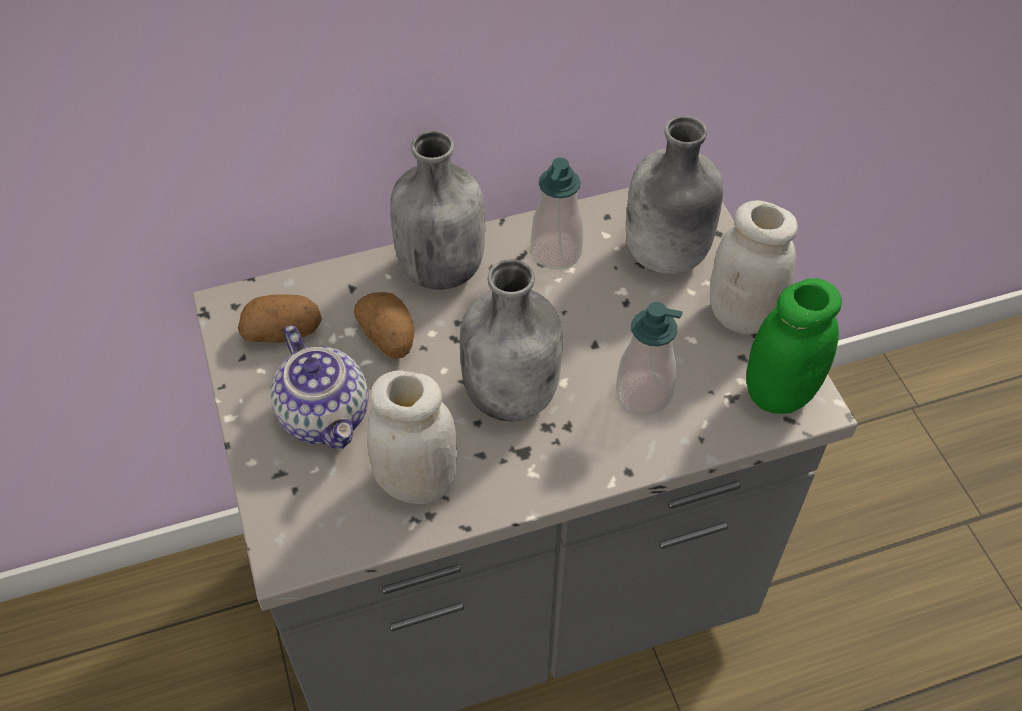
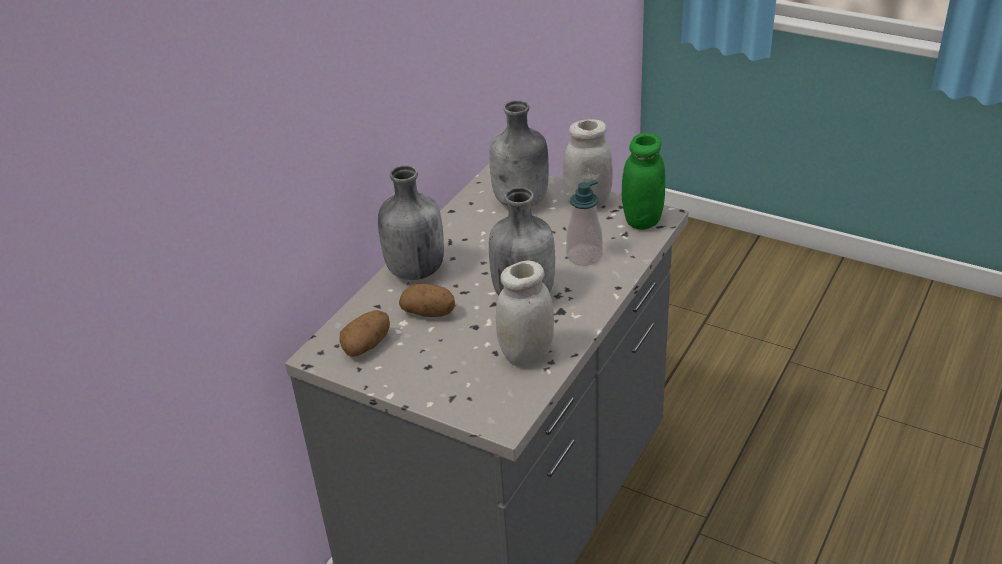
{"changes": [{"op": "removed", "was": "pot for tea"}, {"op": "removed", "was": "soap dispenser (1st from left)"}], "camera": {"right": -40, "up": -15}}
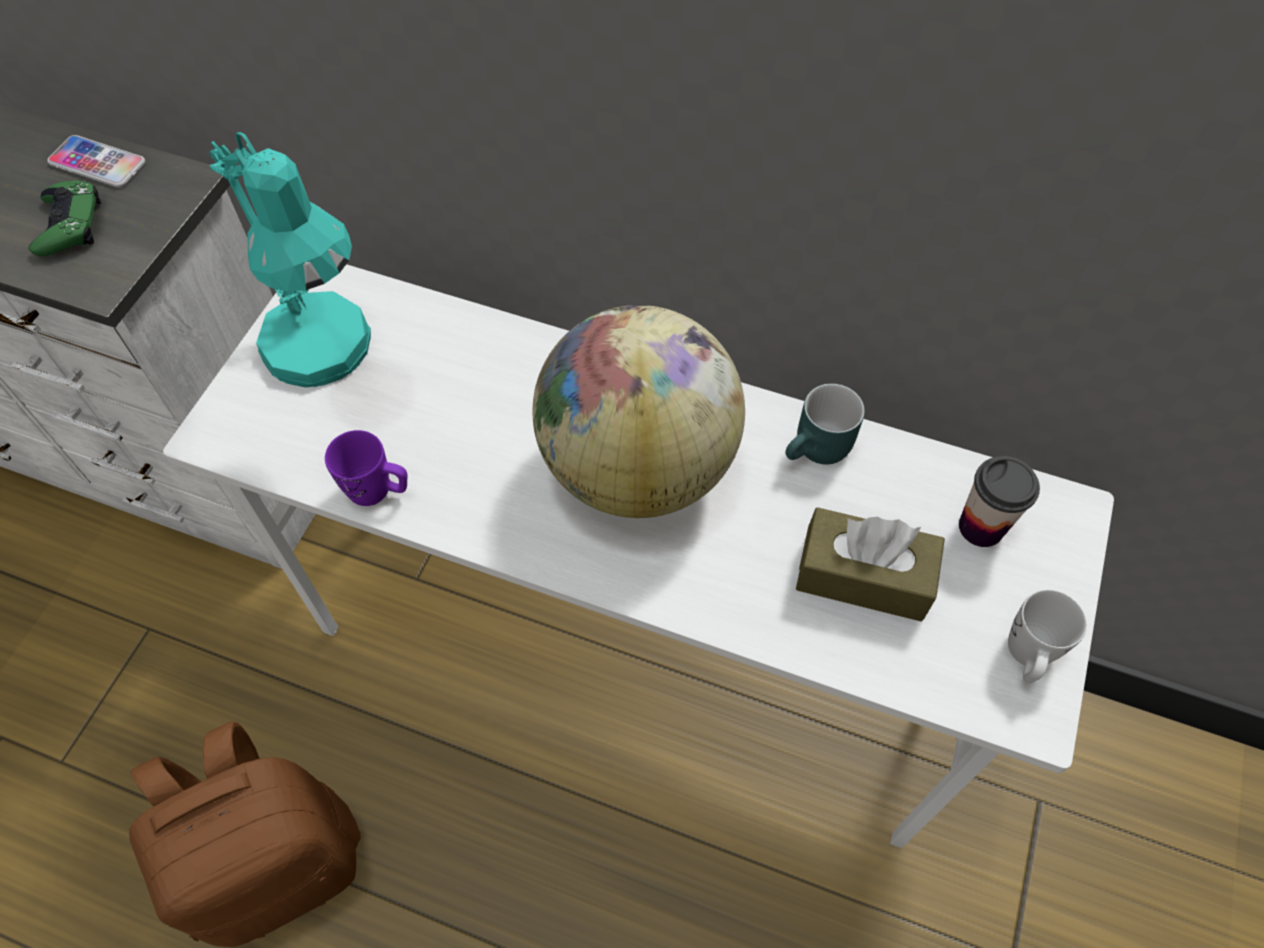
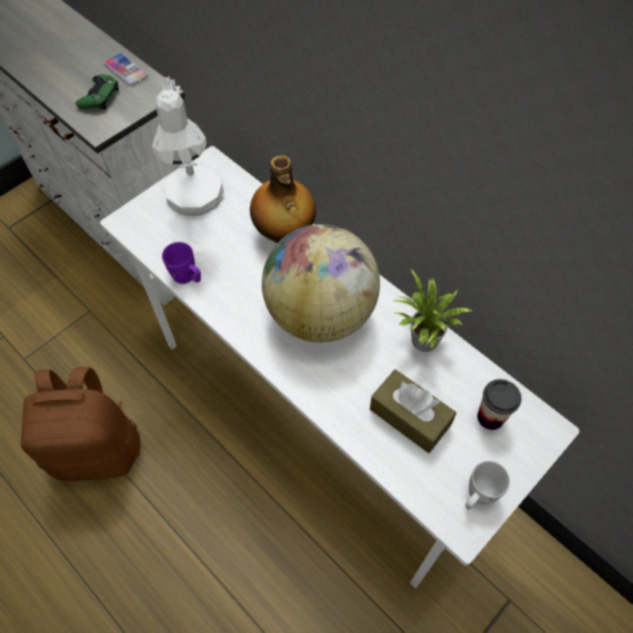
{"changes": [{"op": "added", "now": "bottle"}, {"op": "replaced", "was": "tea mug in turquoise", "now": "houseplant"}, {"op": "recoloured", "was": "lamp for a table in turquoise", "now": "lamp for a table in whitish"}], "camera": {"right": 25, "up": 0}}
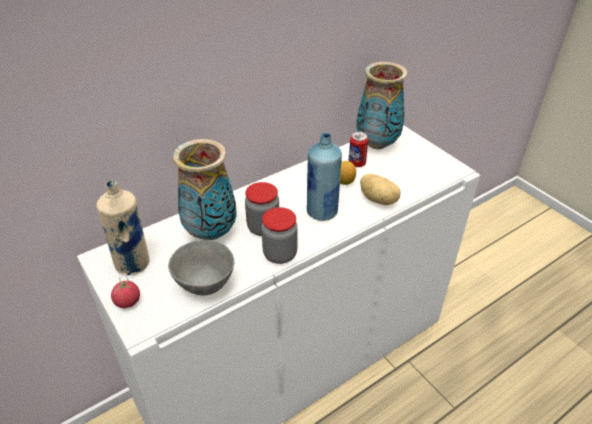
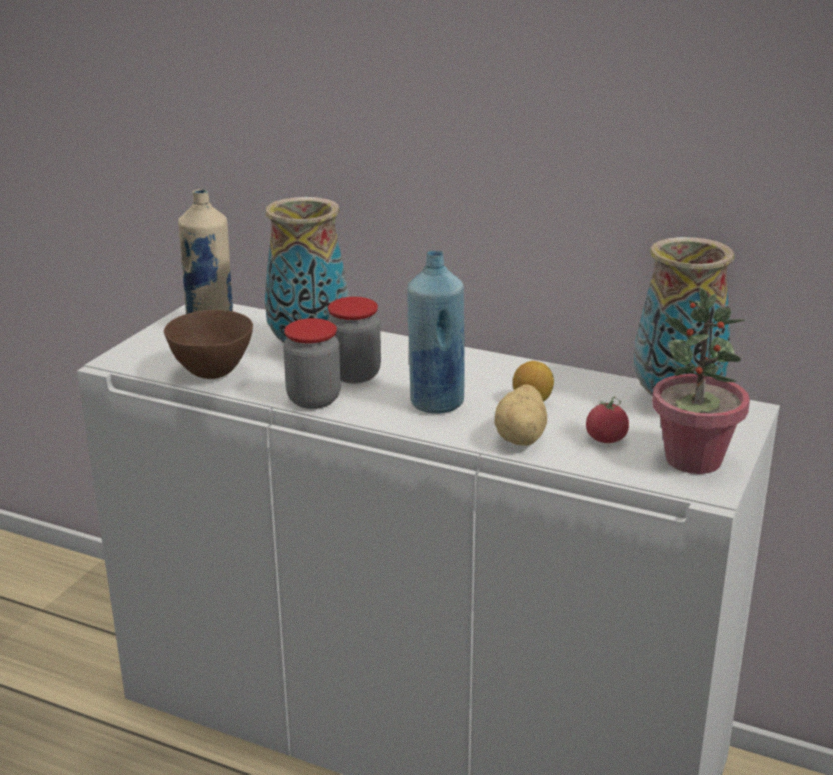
{"changes": [{"op": "removed", "was": "sealed can"}, {"op": "added", "now": "houseplant"}, {"op": "moved", "was": "whole tomato"}, {"op": "recoloured", "was": "deep dish in grey", "now": "deep dish in brownish"}], "camera": {"right": 60, "up": -15}}
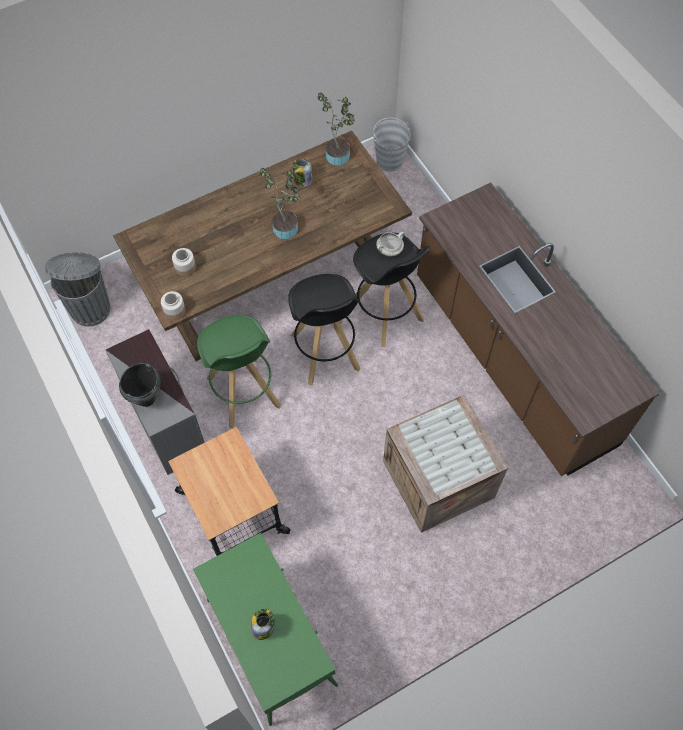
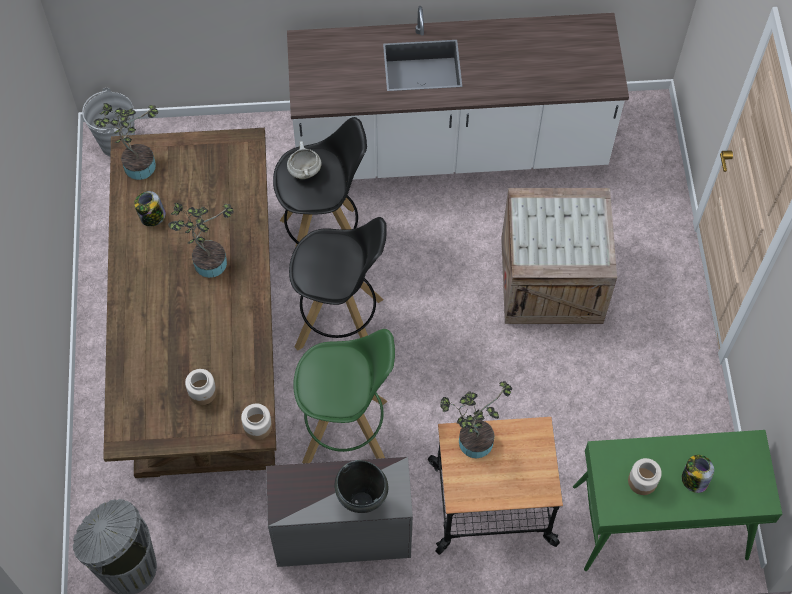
{"changes": [{"op": "added", "now": "houseplant (3rd from left)"}, {"op": "added", "now": "storage jar (4th from left)"}, {"op": "recoloured", "was": "kitchen counter in brownish", "now": "kitchen counter in whitish"}], "camera": {"right": -65, "up": 0}}
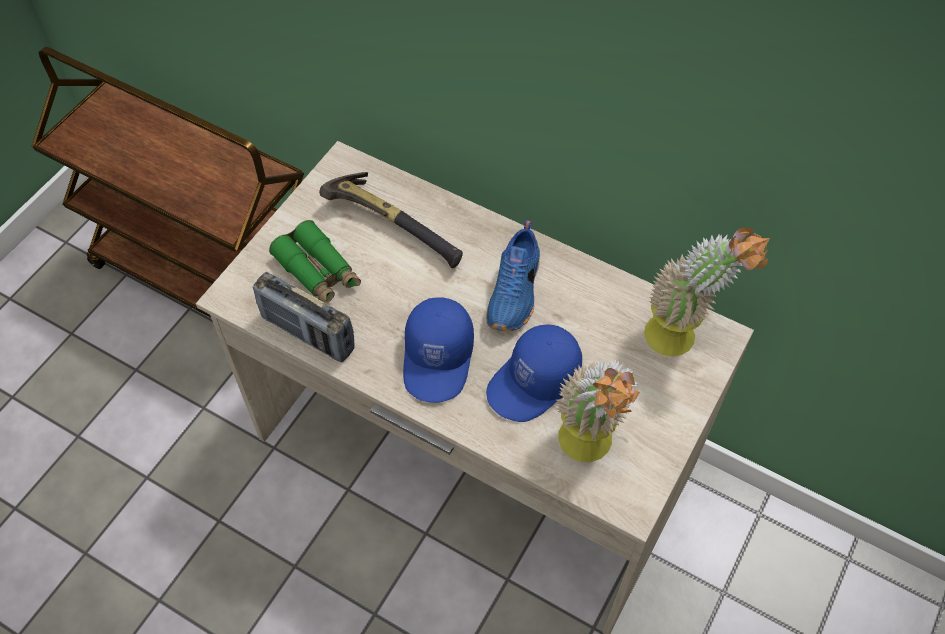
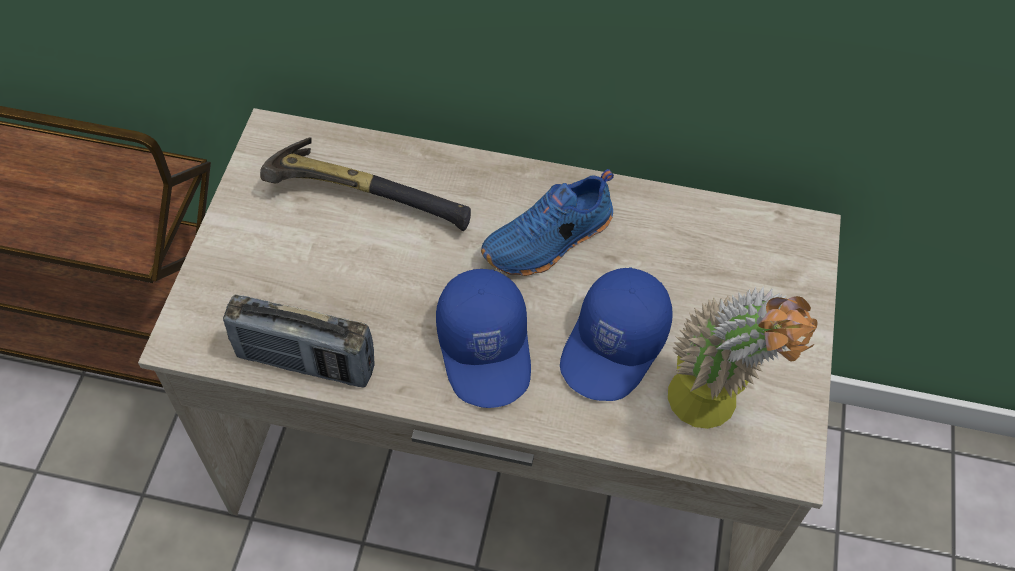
{"changes": [{"op": "removed", "was": "field glasses in green-coloured"}, {"op": "removed", "was": "houseplant (2nd from left)"}, {"op": "turned", "was": "low shoe in blue", "clockwise": 60}], "camera": {"right": -20, "up": 0}}
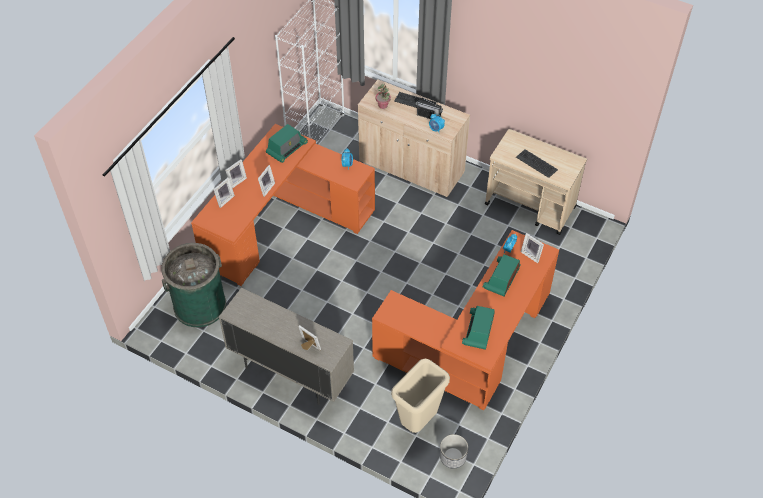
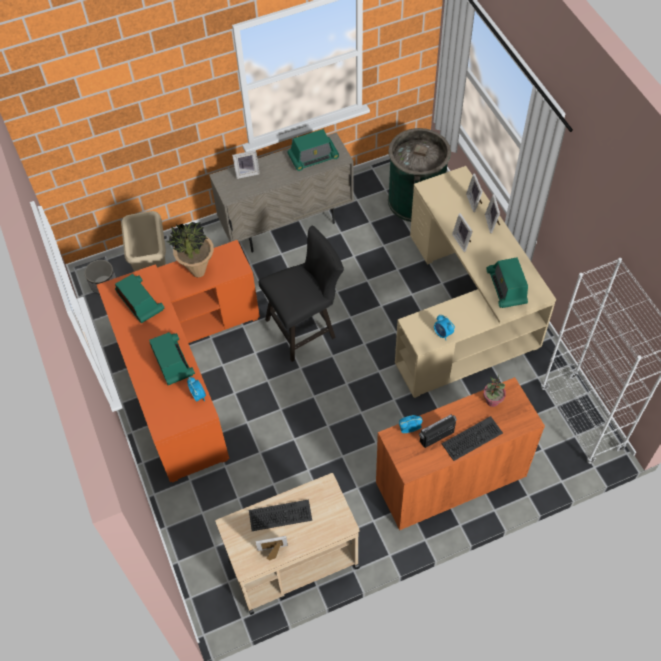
{"changes": [{"op": "added", "now": "houseplant (1st from left)"}, {"op": "added", "now": "plain chair in black-coloured"}, {"op": "added", "now": "radio receiver (3rd from left)"}, {"op": "moved", "was": "photo frame (5th from left in the first image)", "now": "photo frame (2nd from left)"}, {"op": "recoloured", "was": "desk table in orange-coloured (1st from left)", "now": "desk table in sand-coloured"}, {"op": "recoloured", "was": "storage cabinet in sand-coloured (2nd from left)", "now": "storage cabinet in orange-coloured"}], "camera": {"right": 130, "up": 5}}
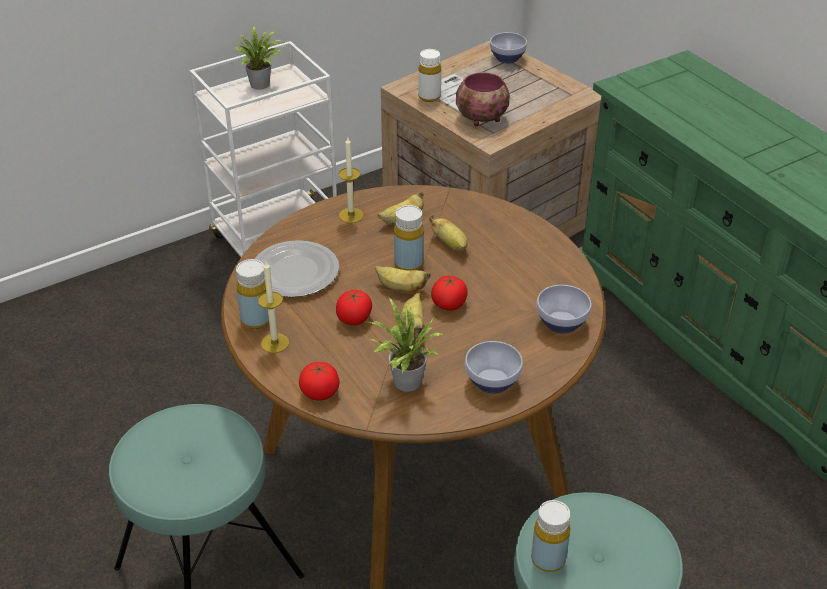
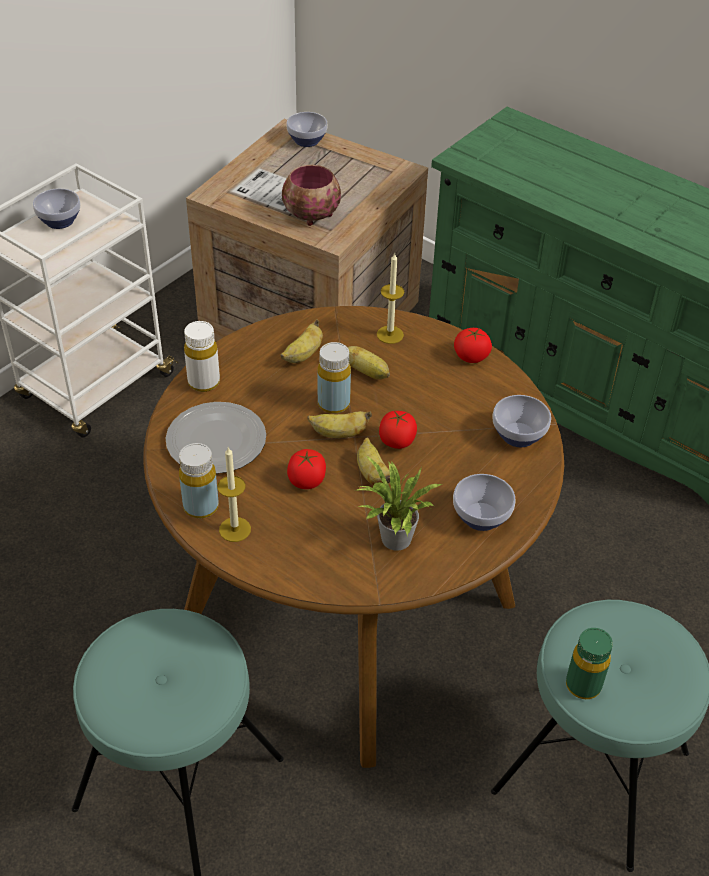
{"changes": [{"op": "moved", "was": "whole tomato (1st from left in the first image)", "now": "whole tomato (3rd from left)"}, {"op": "moved", "was": "candle (2nd from left)"}, {"op": "moved", "was": "bottle in whitish"}, {"op": "replaced", "was": "houseplant (1st from left)", "now": "deep dish (1st from left)"}, {"op": "recoloured", "was": "bottle in yellowish (3rd from left)", "now": "bottle in green-coloured"}], "camera": {"right": -20, "up": 5}}
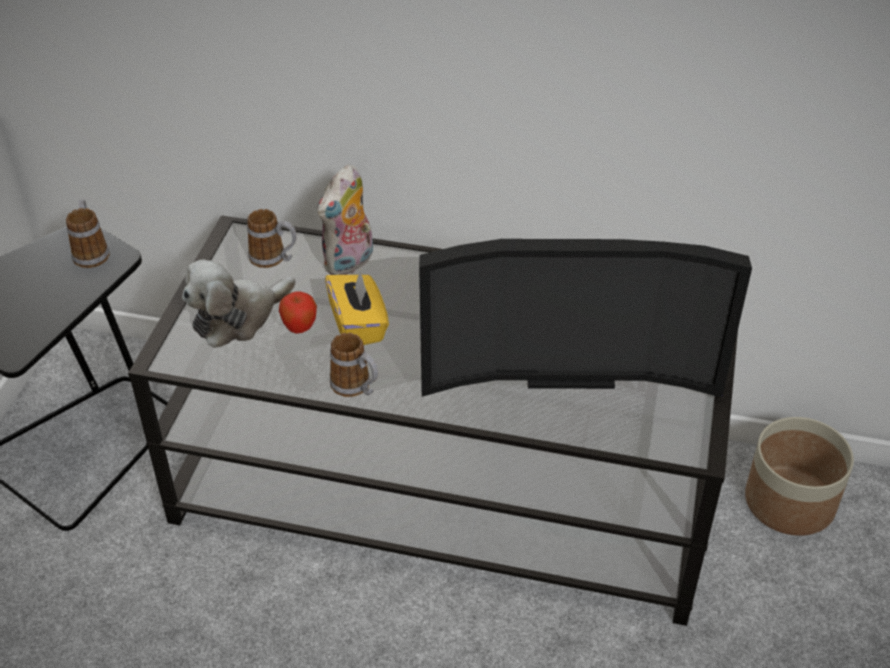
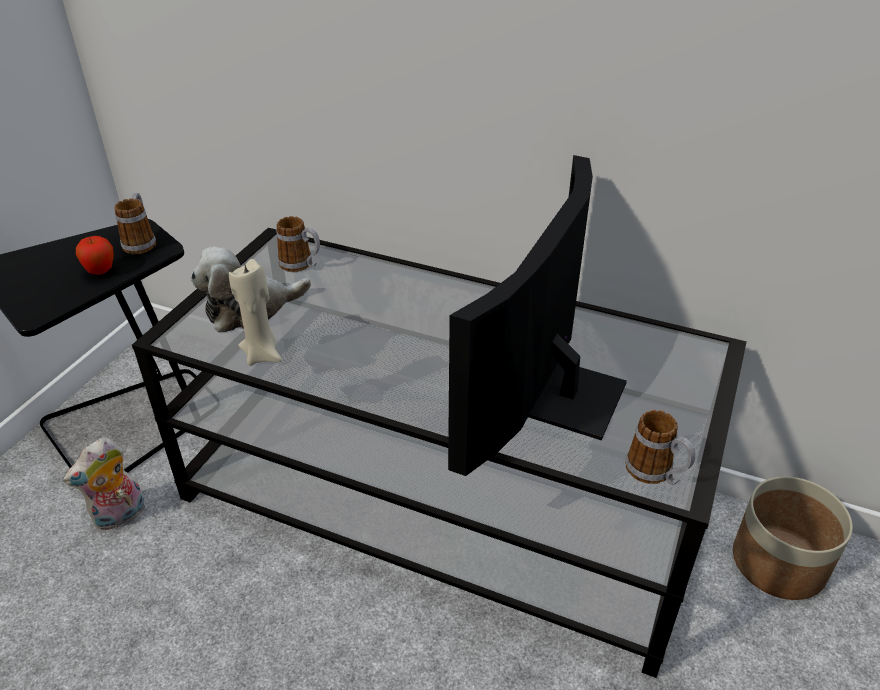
{"changes": [{"op": "removed", "was": "box of tissues in yellowish"}, {"op": "added", "now": "candle in sand-coloured"}, {"op": "moved", "was": "apple"}, {"op": "moved", "was": "cuddly toy (2nd from left in the first image)", "now": "cuddly toy (1st from left)"}, {"op": "moved", "was": "tea mug (3rd from left)"}, {"op": "turned", "was": "TV set", "clockwise": 105}], "camera": {"right": 10, "up": -5}}
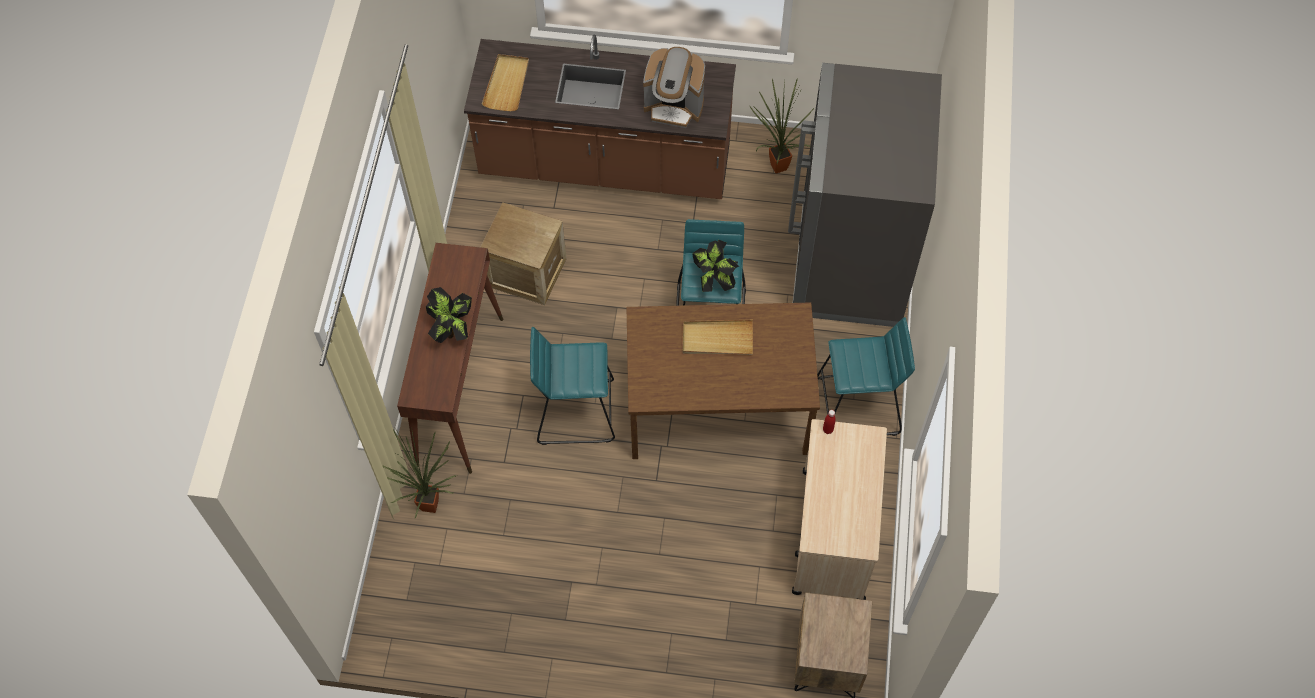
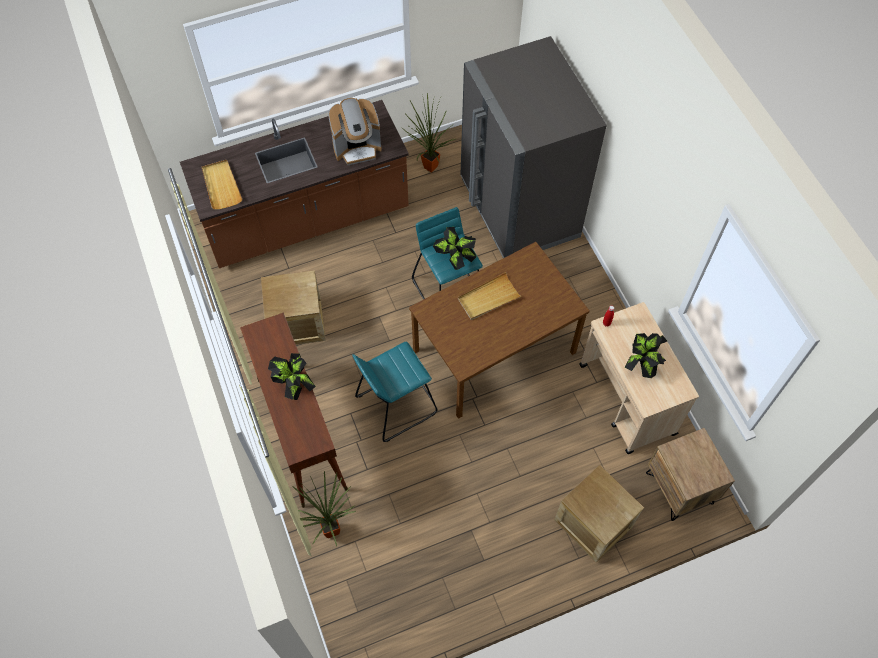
{"changes": [{"op": "removed", "was": "sitting stool in turquoise (3rd from left)"}, {"op": "added", "now": "packing crate (2nd from left)"}, {"op": "added", "now": "houseplant (5th from left)"}], "camera": {"right": -30, "up": 0}}
